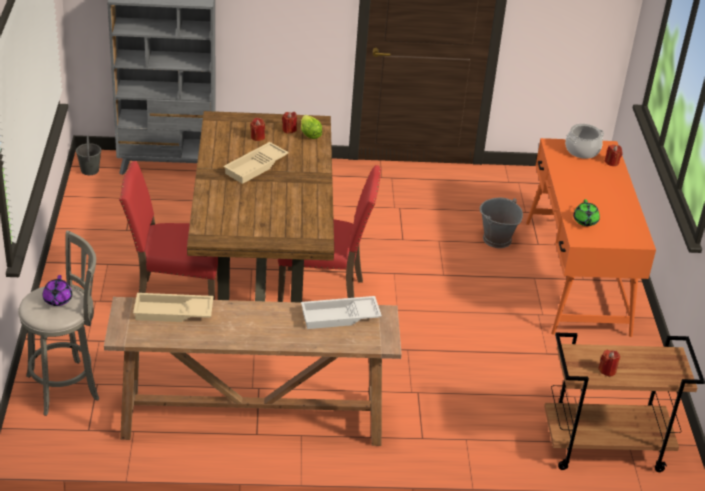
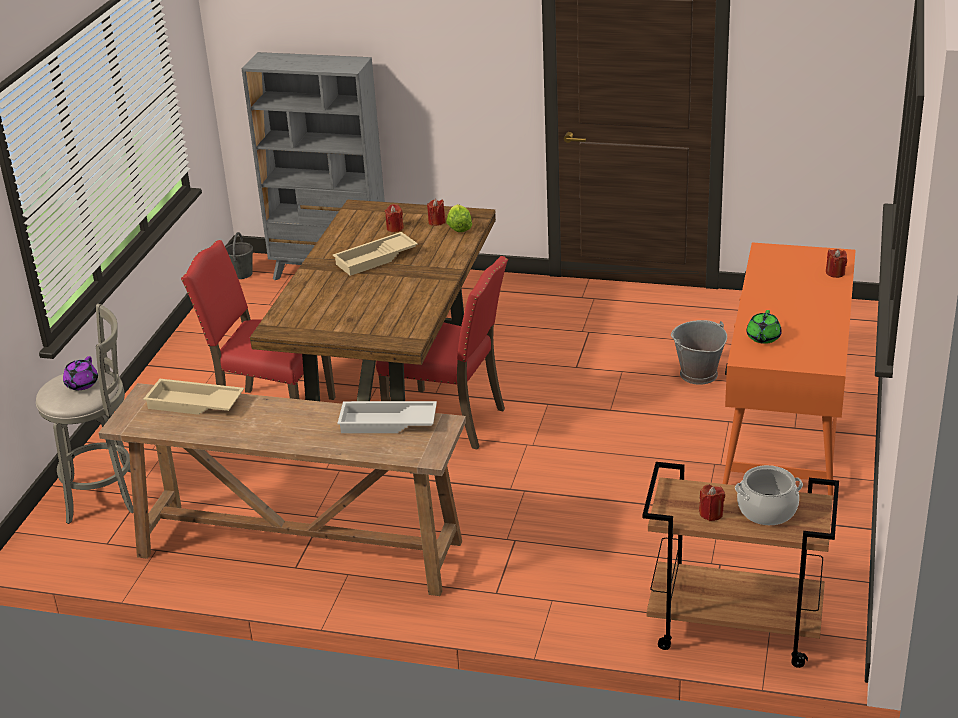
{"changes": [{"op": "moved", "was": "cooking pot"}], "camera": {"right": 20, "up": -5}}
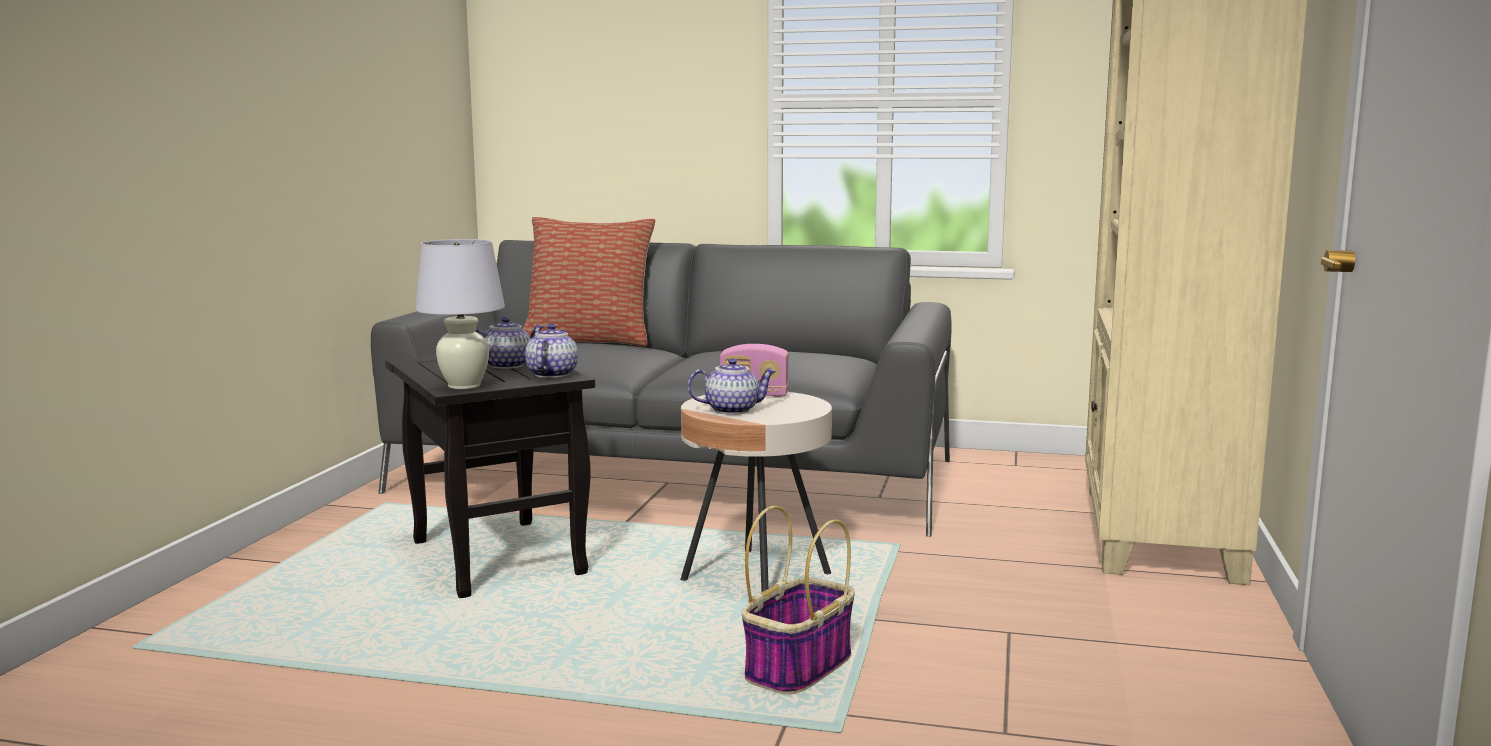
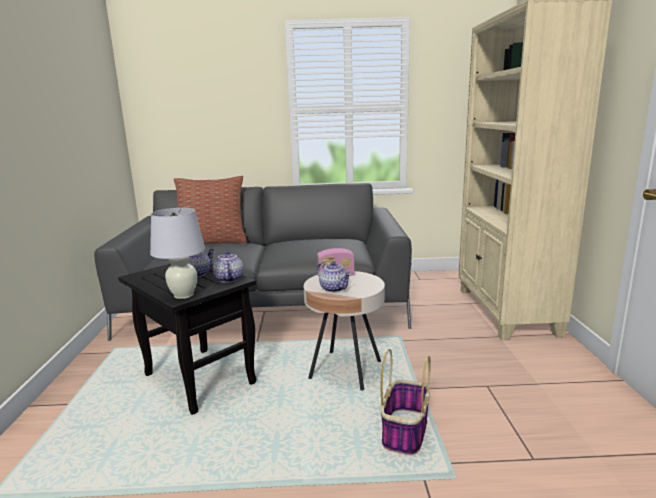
{"changes": [{"op": "turned", "was": "pot for tea (3rd from left)", "clockwise": 75}], "camera": {"right": -15, "up": 5}}
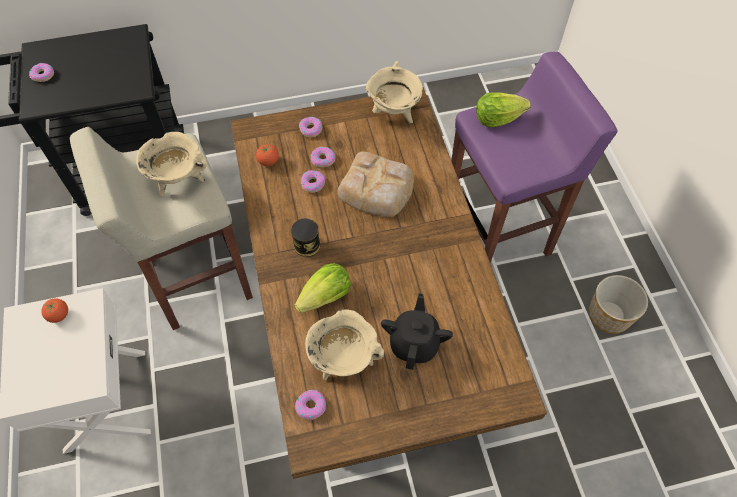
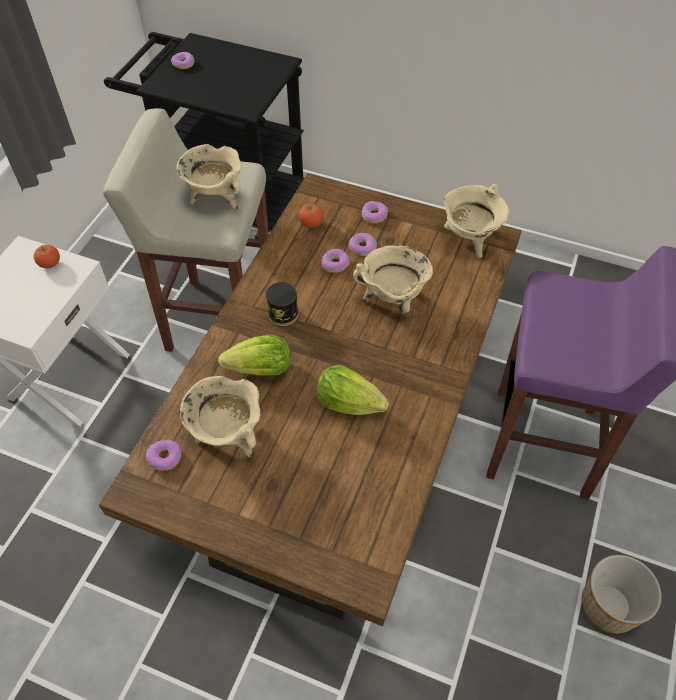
{"changes": [{"op": "removed", "was": "pot for tea in black-coloured"}, {"op": "moved", "was": "lettuce (2nd from left)"}, {"op": "replaced", "was": "bread", "now": "cooking pot in sand-coloured (3rd from left)"}], "camera": {"right": 35, "up": -5}}
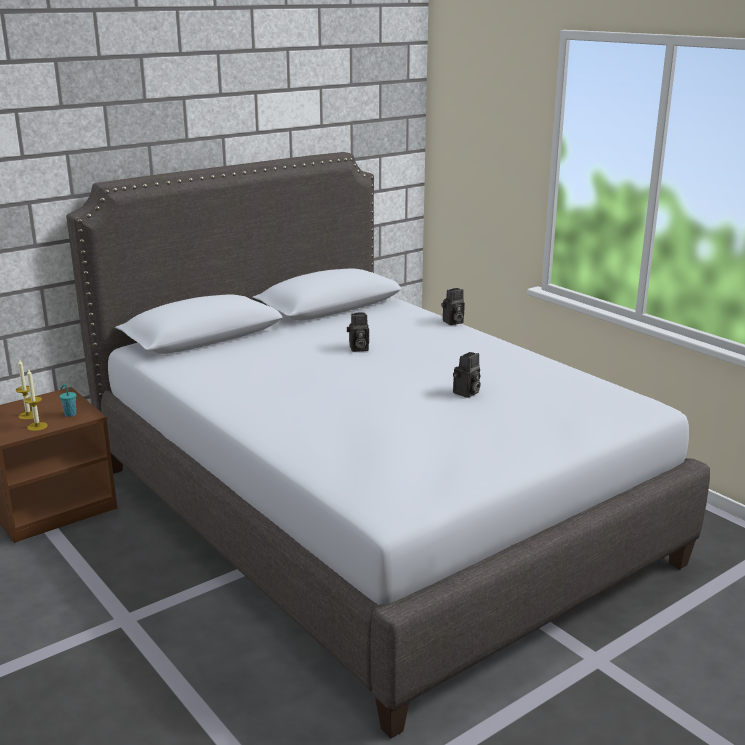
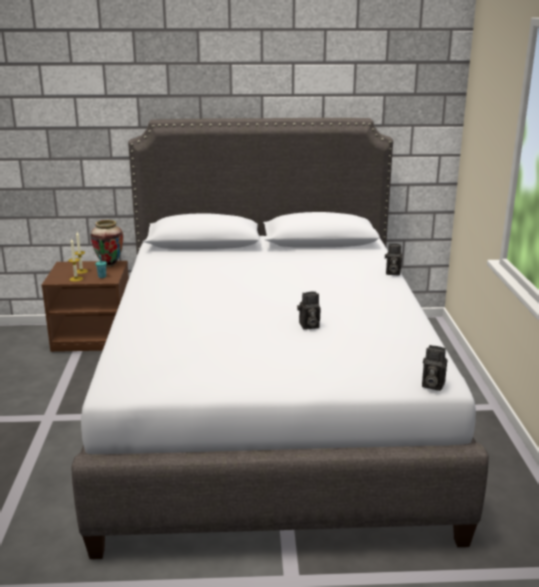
{"changes": [{"op": "added", "now": "decorative vase"}, {"op": "moved", "was": "still camera (1st from left in the first image)", "now": "still camera (3rd from left)"}], "camera": {"right": 35, "up": 0}}
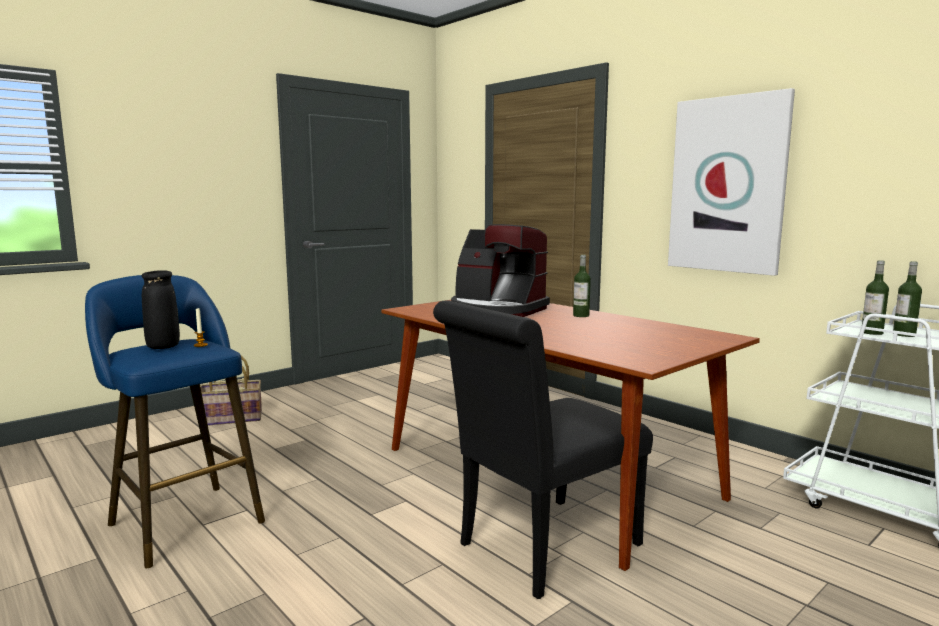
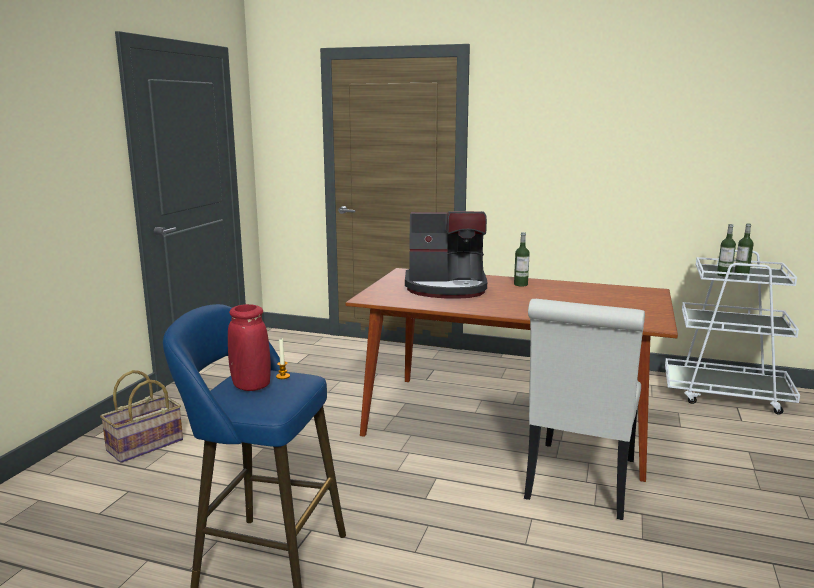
{"changes": [{"op": "removed", "was": "wall picture"}, {"op": "recoloured", "was": "decorative vase in black-coloured", "now": "decorative vase in red"}, {"op": "recoloured", "was": "plain chair in black-coloured", "now": "plain chair in whitish"}], "camera": {"right": -30, "up": 5}}
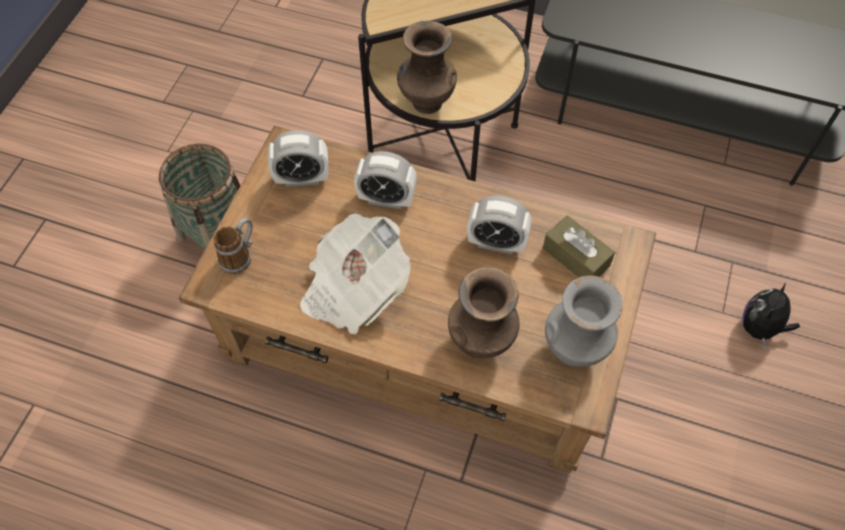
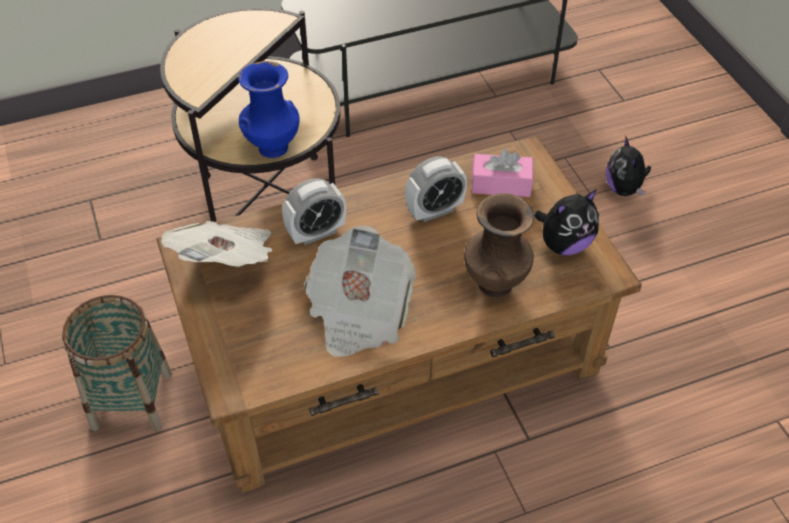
{"changes": [{"op": "removed", "was": "tea mug"}, {"op": "replaced", "was": "alarm clock (1st from left)", "now": "printed paper (1st from left)"}, {"op": "replaced", "was": "decorative vase in grey", "now": "cuddly toy (1st from left)"}, {"op": "recoloured", "was": "decorative vase in brownish (1st from left)", "now": "decorative vase in blue"}, {"op": "recoloured", "was": "box of tissues in brownish", "now": "box of tissues in pink"}], "camera": {"right": -40, "up": -10}}
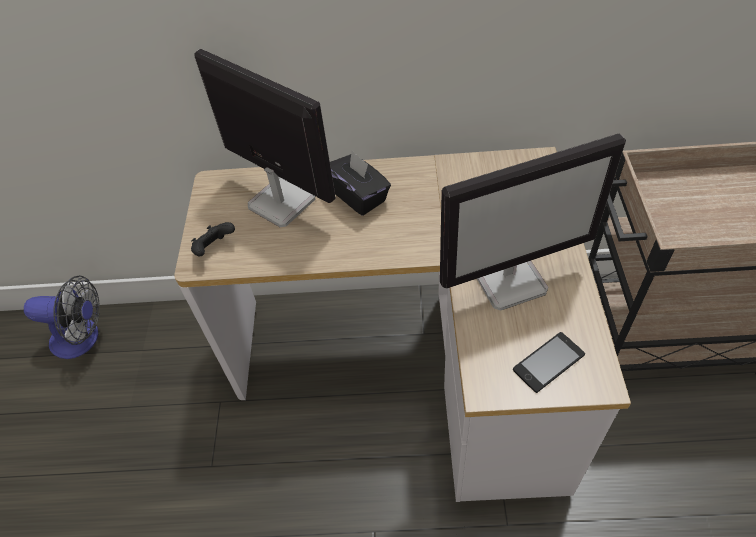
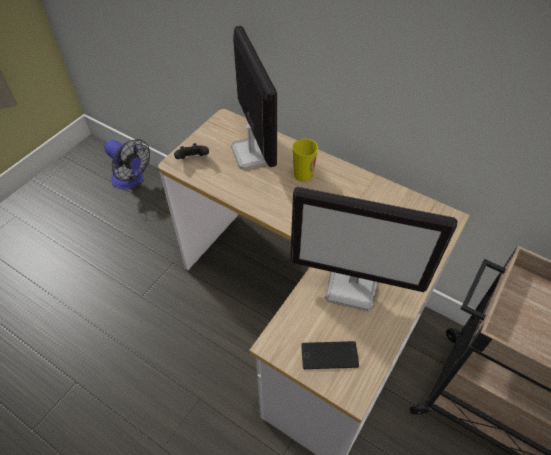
{"changes": [{"op": "replaced", "was": "box of tissues in black-coloured", "now": "small cup"}], "camera": {"right": 30, "up": 0}}
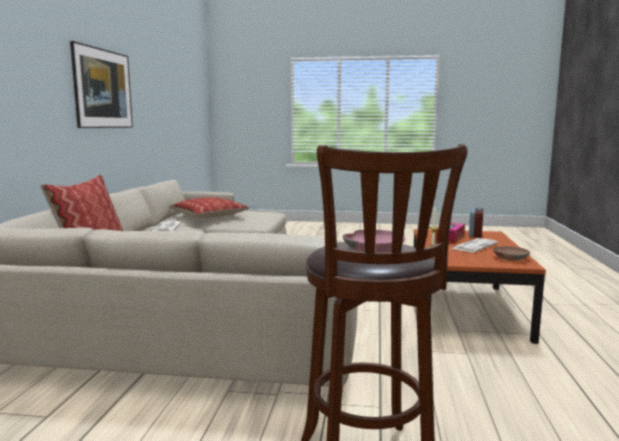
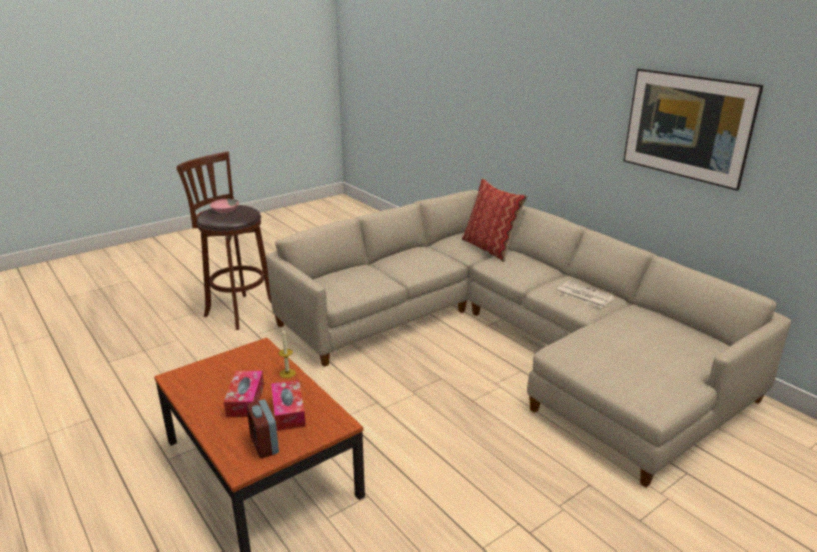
{"changes": [{"op": "removed", "was": "cushion (2nd from left)"}, {"op": "removed", "was": "deep dish in brownish"}, {"op": "replaced", "was": "printed paper (2nd from left)", "now": "box of tissues (1st from left)"}], "camera": {"right": 135, "up": 15}}
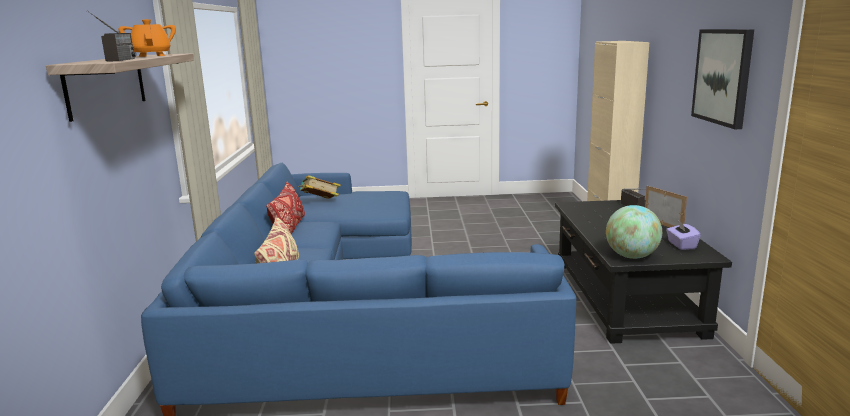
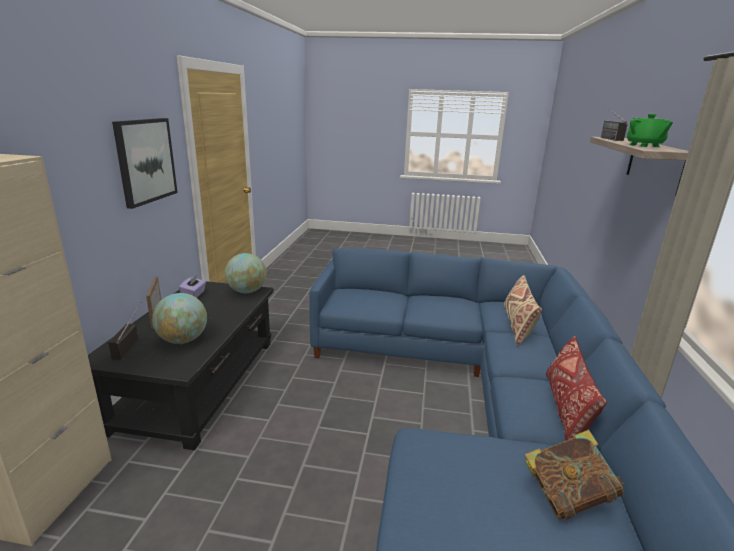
{"changes": [{"op": "added", "now": "desk globe (1st from left)"}, {"op": "recoloured", "was": "pot for tea in orange-coloured", "now": "pot for tea in green-coloured"}], "camera": {"right": -170, "up": 5}}
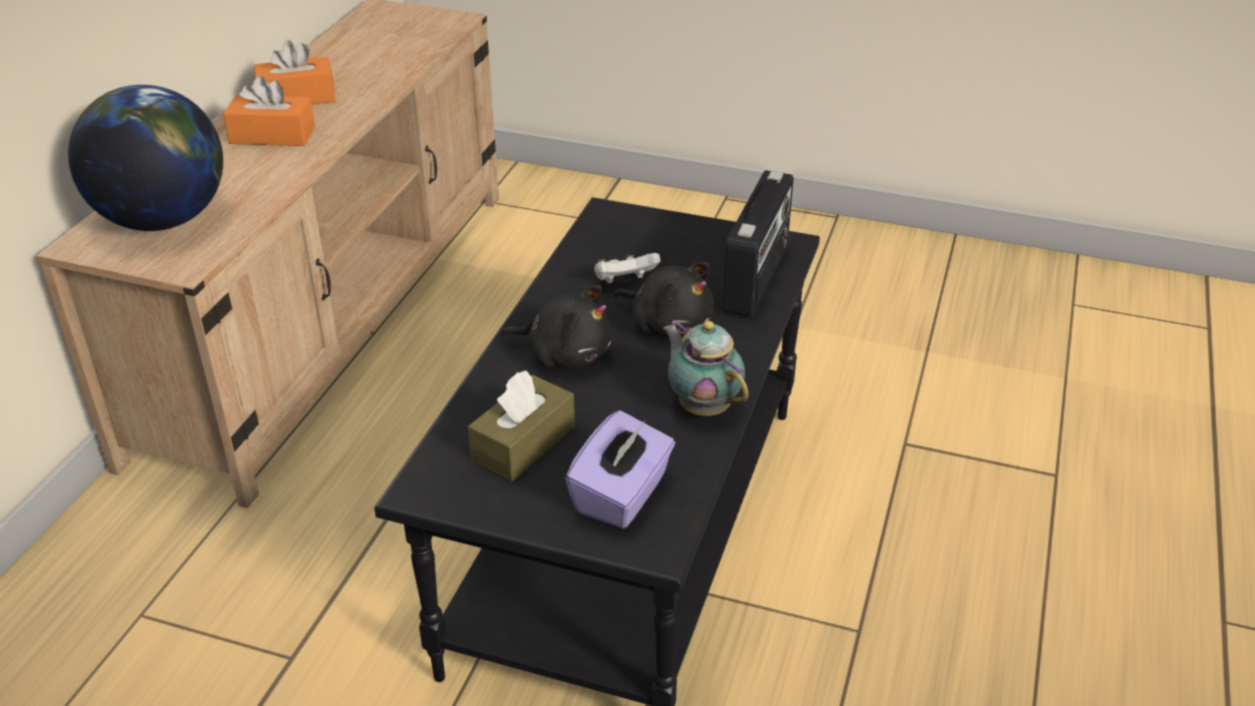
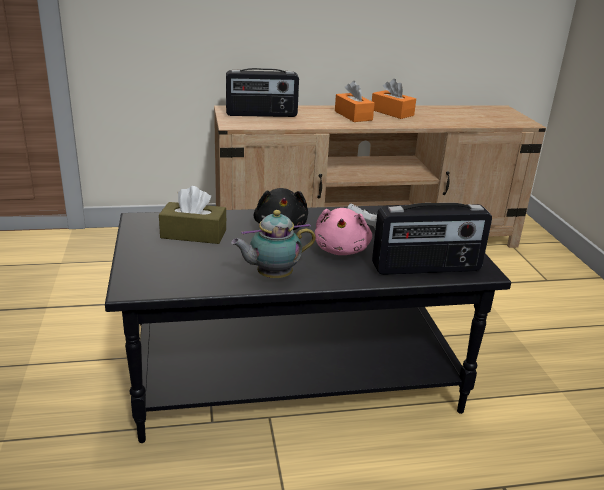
{"changes": [{"op": "removed", "was": "box of tissues in purplish"}, {"op": "replaced", "was": "desk globe", "now": "radio receiver (1st from left)"}, {"op": "recoloured", "was": "cuddly toy in black-coloured (2nd from left)", "now": "cuddly toy in pink"}, {"op": "turned", "was": "pot for tea", "clockwise": -135}], "camera": {"right": 60, "up": -10}}
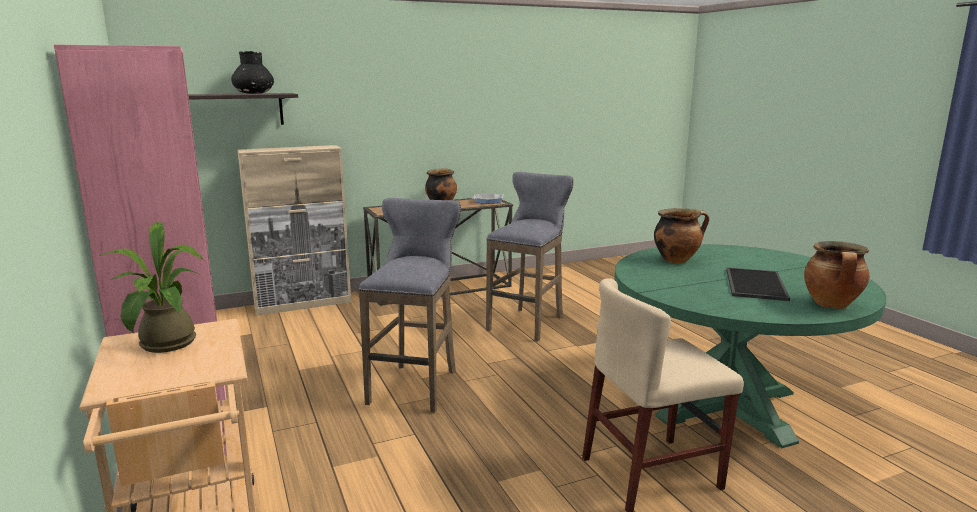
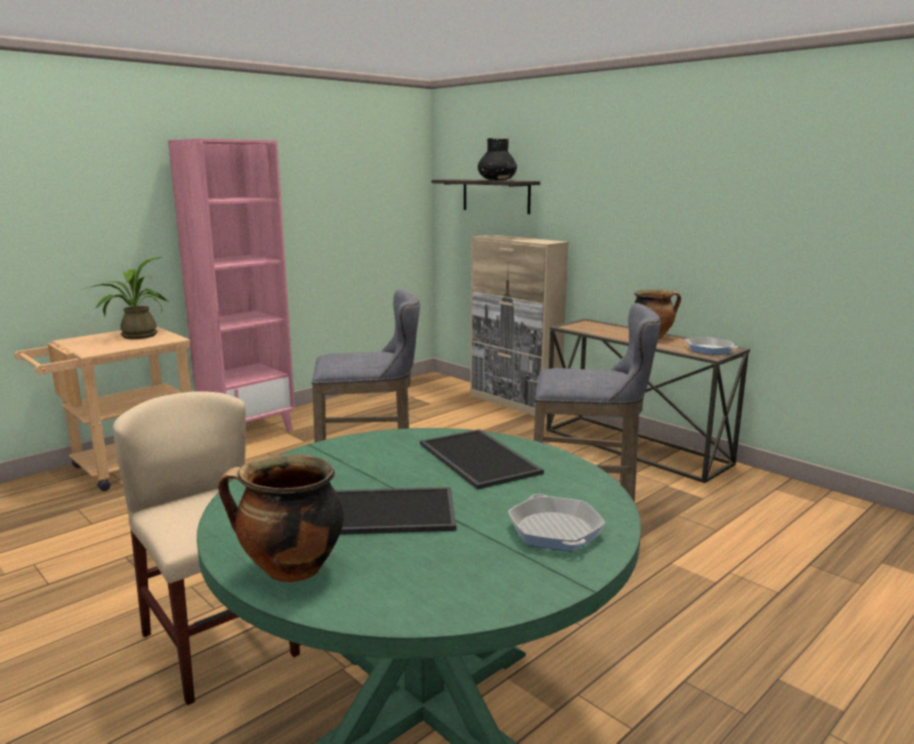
{"changes": [{"op": "added", "now": "pan (1st from left)"}, {"op": "replaced", "was": "cooking pot (2nd from left)", "now": "carrying tray (2nd from left)"}], "camera": {"right": 70, "up": 0}}
